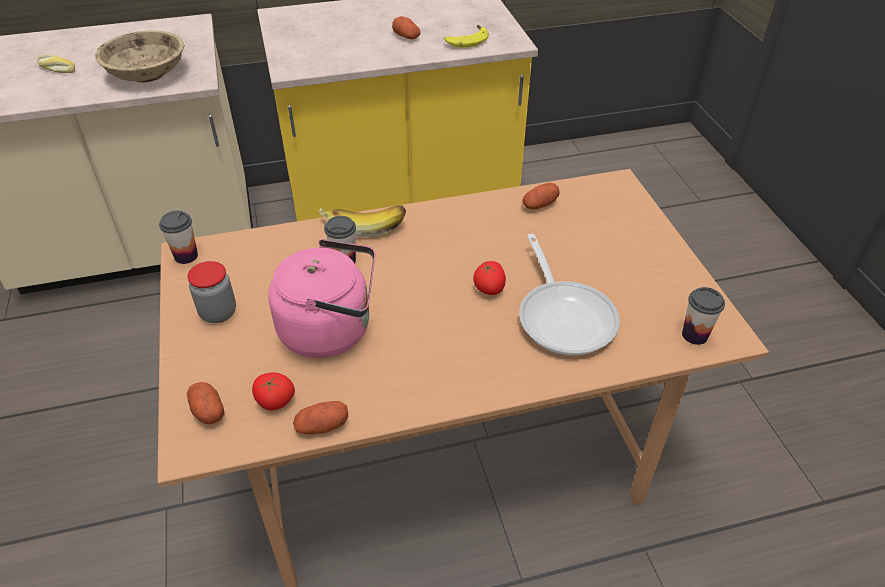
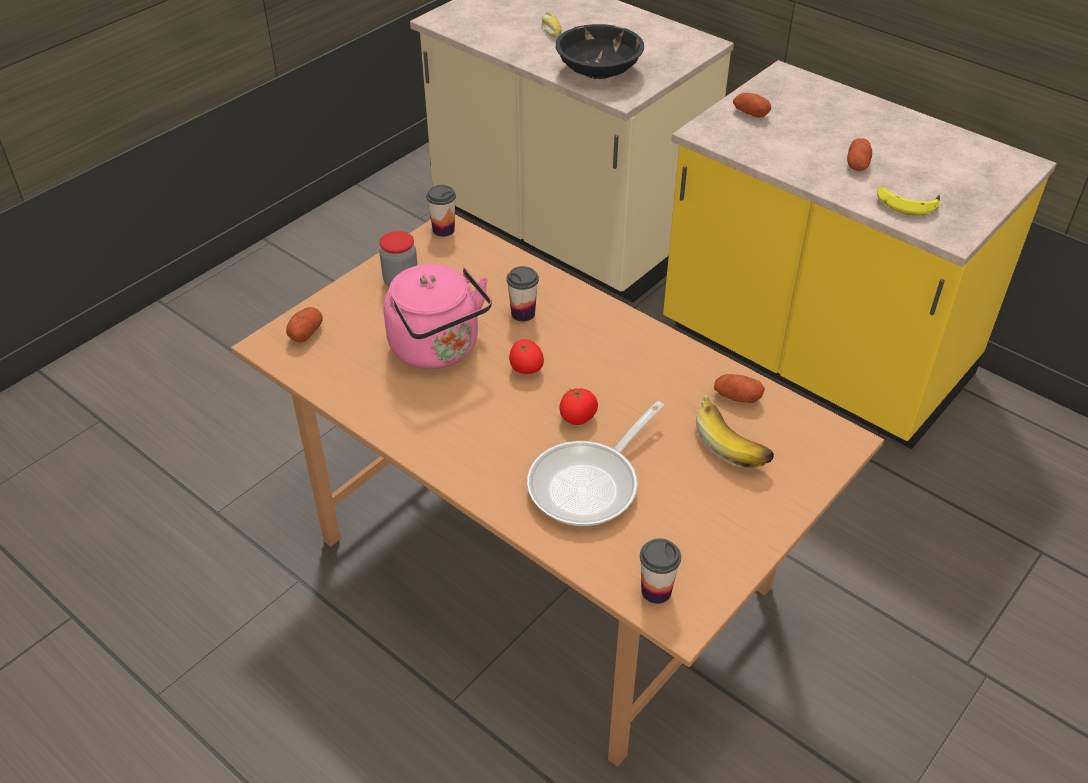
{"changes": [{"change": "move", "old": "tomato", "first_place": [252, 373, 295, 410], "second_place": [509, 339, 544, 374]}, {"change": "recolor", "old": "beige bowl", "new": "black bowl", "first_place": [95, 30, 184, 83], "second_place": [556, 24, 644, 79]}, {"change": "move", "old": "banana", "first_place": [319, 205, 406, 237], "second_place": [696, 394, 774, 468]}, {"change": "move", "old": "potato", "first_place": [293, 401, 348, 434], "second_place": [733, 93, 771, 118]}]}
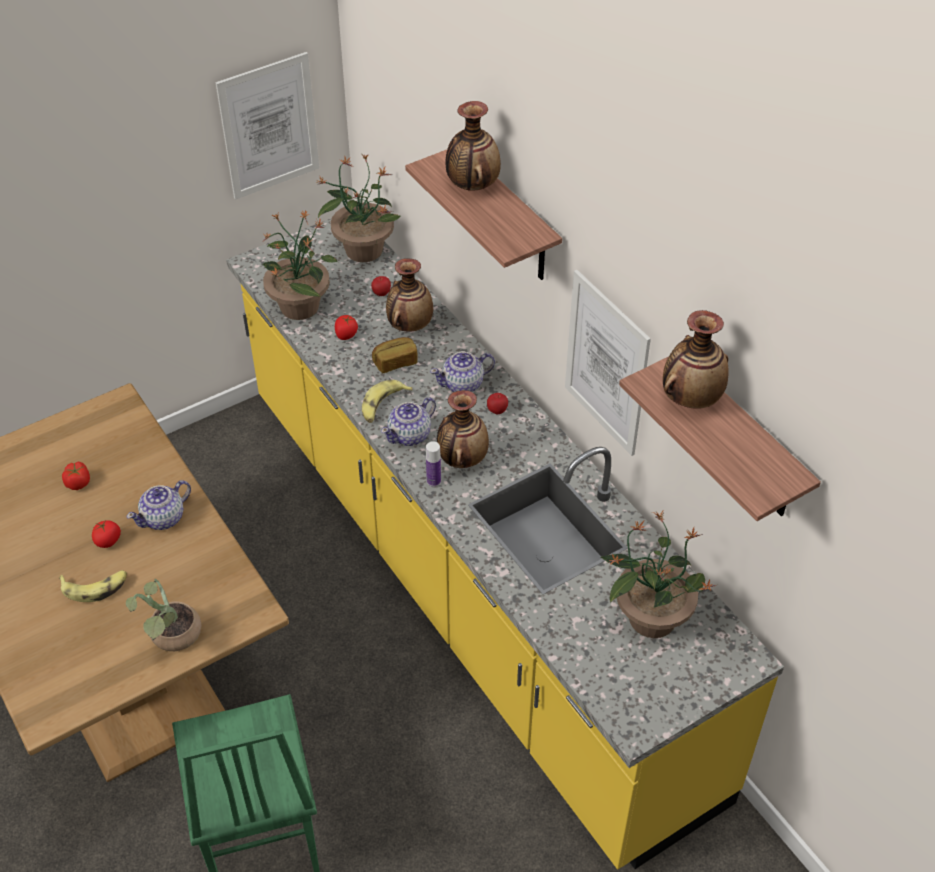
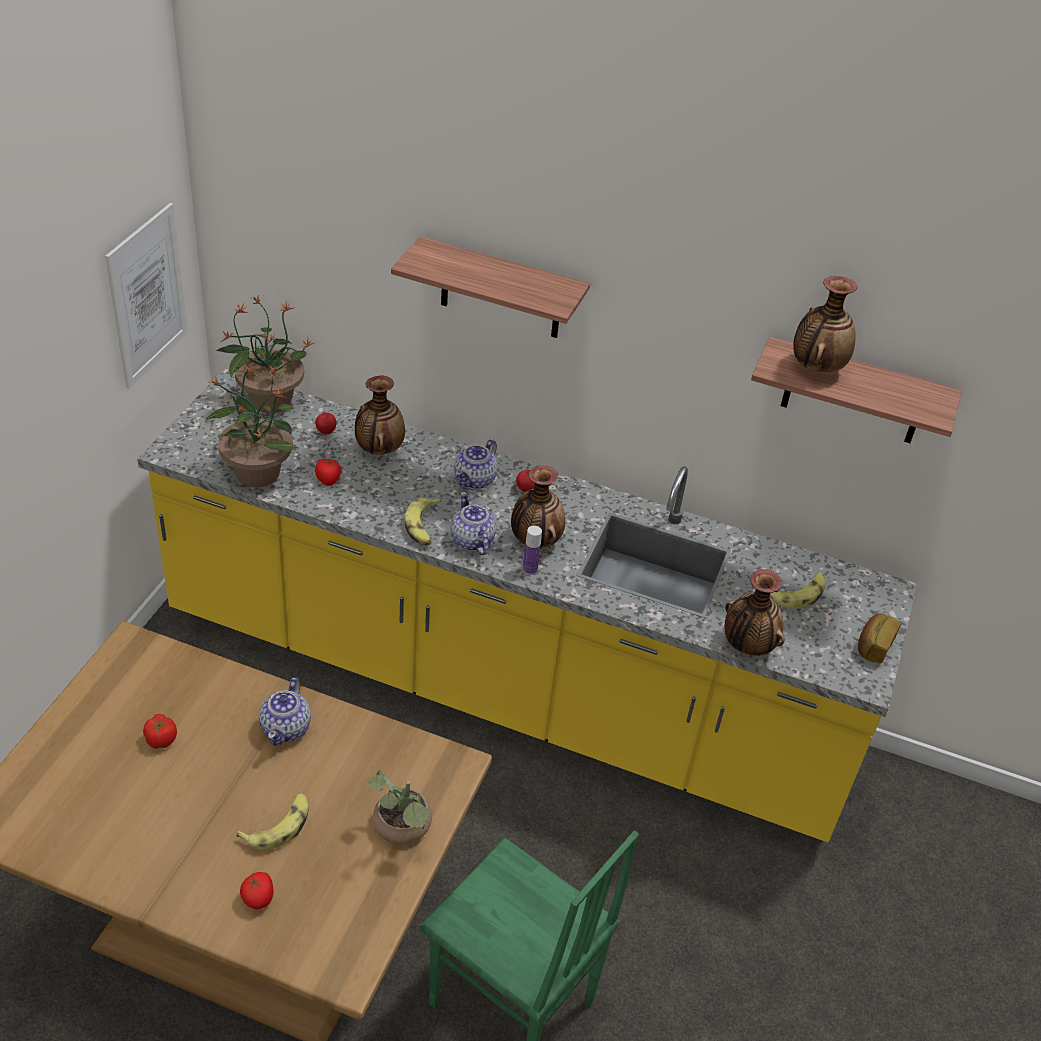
{"changes": [{"change": "move", "old": "tomato", "first_place": [92, 520, 121, 548], "second_place": [240, 872, 274, 909]}, {"change": "rotate", "old": "teapot", "first_place": [381, 397, 436, 446], "second_place": [451, 492, 497, 555], "degrees": 150}, {"change": "move", "old": "vase", "first_place": [446, 101, 501, 191], "second_place": [725, 569, 785, 656]}, {"change": "replace", "old": "potted plant", "new": "banana", "first_place": [601, 511, 716, 638], "second_place": [770, 574, 826, 608]}, {"change": "move", "old": "bread", "first_place": [372, 337, 417, 373], "second_place": [858, 613, 901, 663]}, {"change": "delete", "old": "picture", "first_place": [565, 270, 651, 456]}]}
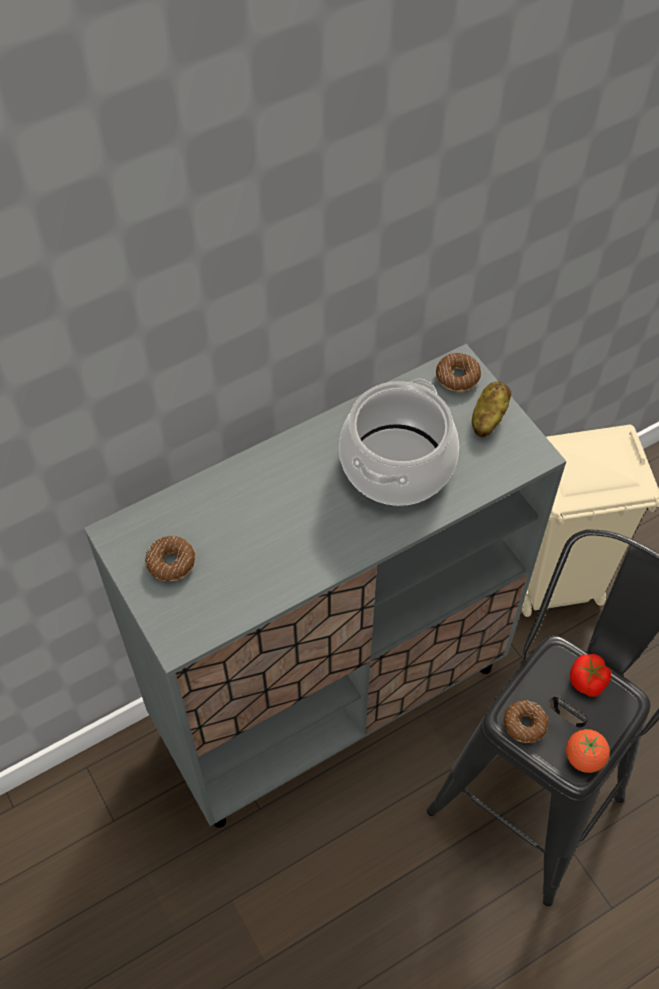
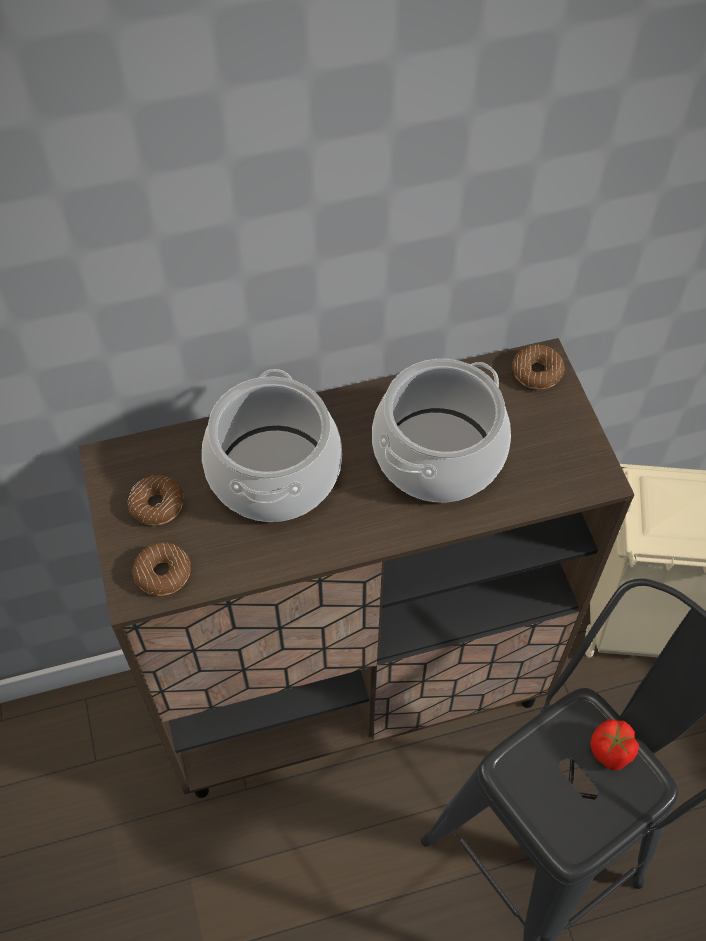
{"changes": [{"change": "recolor", "old": "grey cabinet", "new": "brown cabinet", "first_place": [84, 344, 566, 828], "second_place": [79, 338, 634, 798]}, {"change": "move", "old": "donut", "first_place": [504, 700, 548, 743], "second_place": [132, 543, 191, 596]}, {"change": "insert", "new": "cooking pot", "second_place": [202, 369, 342, 522]}, {"change": "delete", "old": "potato", "first_place": [472, 381, 511, 437]}, {"change": "delete", "old": "tomato", "first_place": [566, 729, 610, 773]}]}
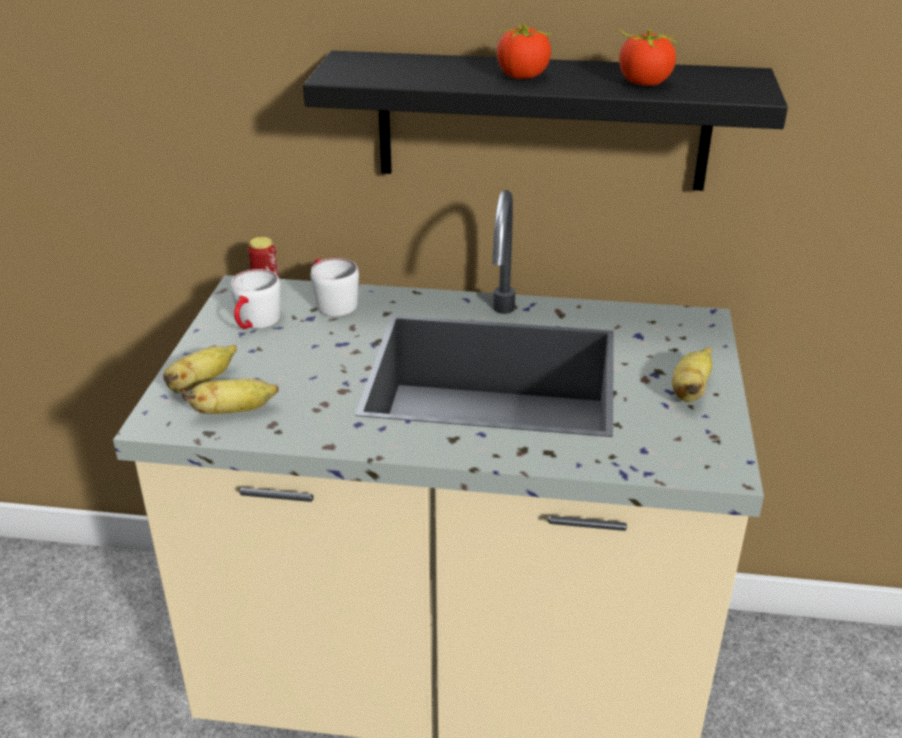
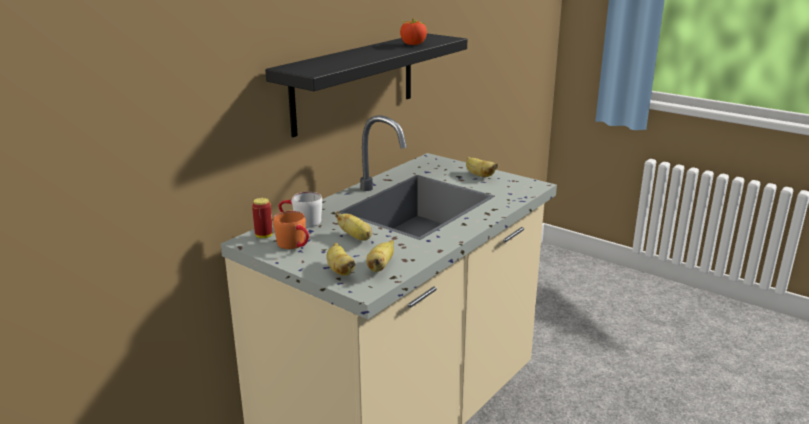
{"changes": [{"change": "recolor", "old": "white mug", "new": "orange mug", "first_place": [231, 269, 281, 329], "second_place": [273, 211, 309, 249]}, {"change": "insert", "new": "banana", "second_place": [335, 211, 372, 241]}, {"change": "delete", "old": "tomato", "first_place": [497, 24, 553, 79]}]}
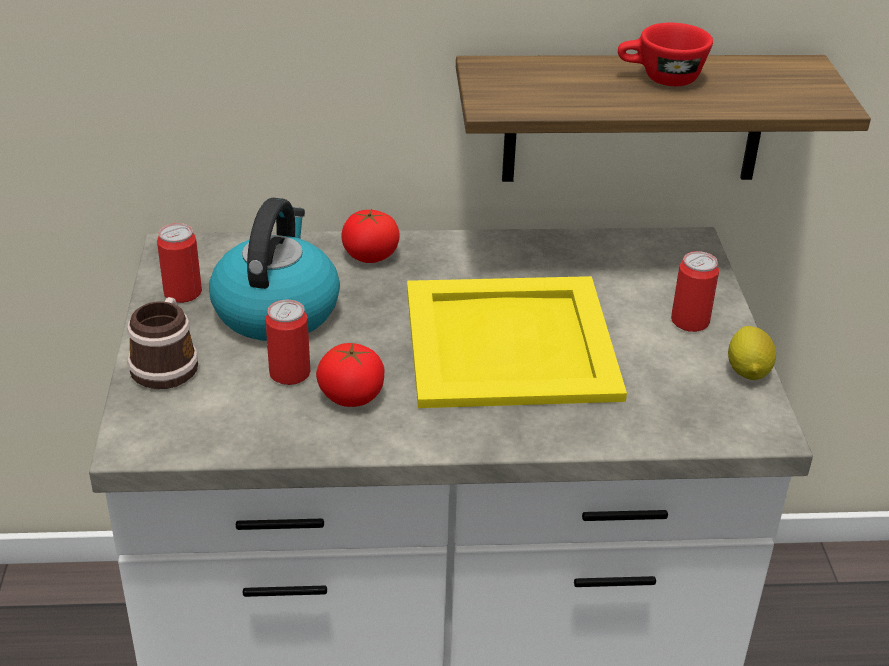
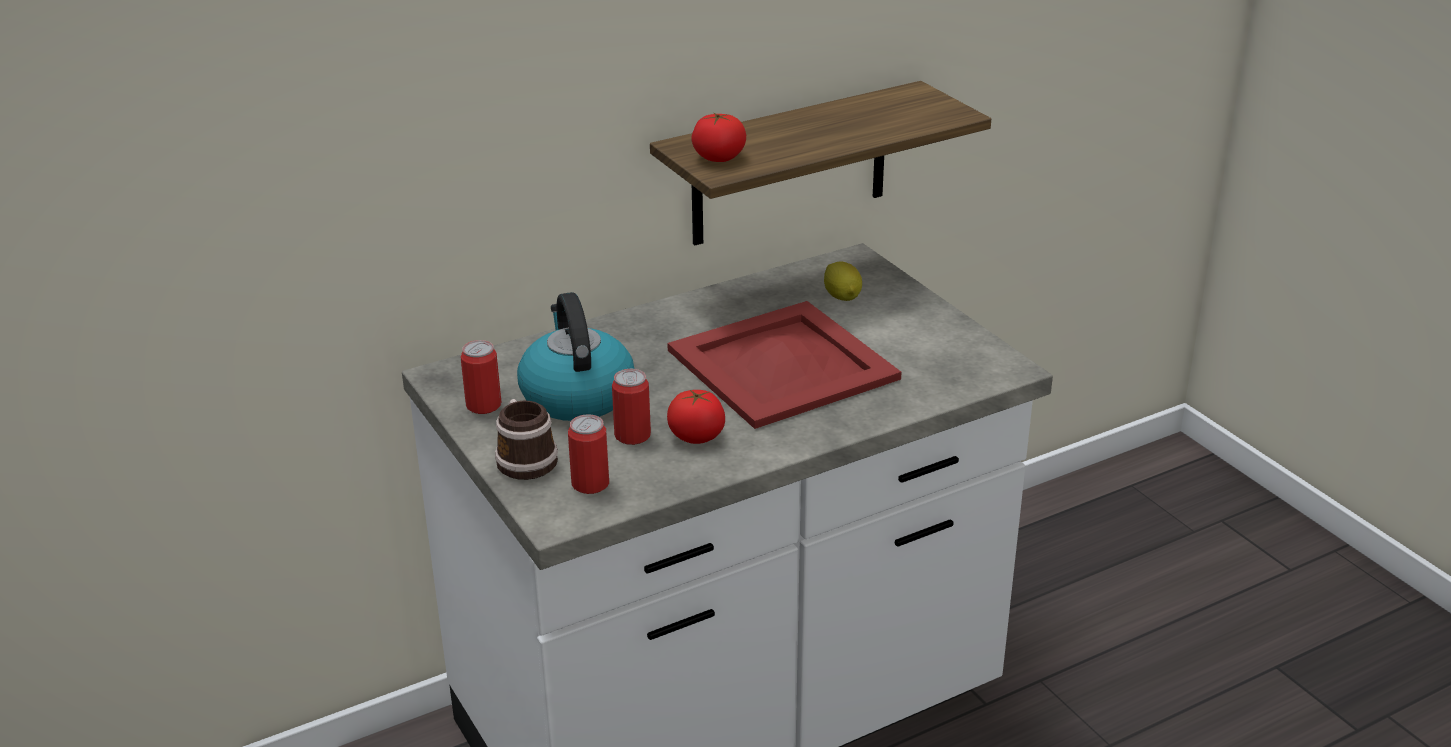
{"changes": [{"change": "move", "old": "can", "first_place": [671, 251, 719, 332], "second_place": [568, 415, 609, 494]}, {"change": "recolor", "old": "yellow tray", "new": "red tray", "first_place": [407, 276, 627, 408], "second_place": [667, 301, 901, 429]}, {"change": "move", "old": "tomato", "first_place": [342, 209, 400, 263], "second_place": [692, 112, 746, 162]}, {"change": "move", "old": "lemon", "first_place": [728, 326, 776, 380], "second_place": [824, 262, 862, 301]}, {"change": "delete", "old": "red cup", "first_place": [618, 23, 713, 86]}]}
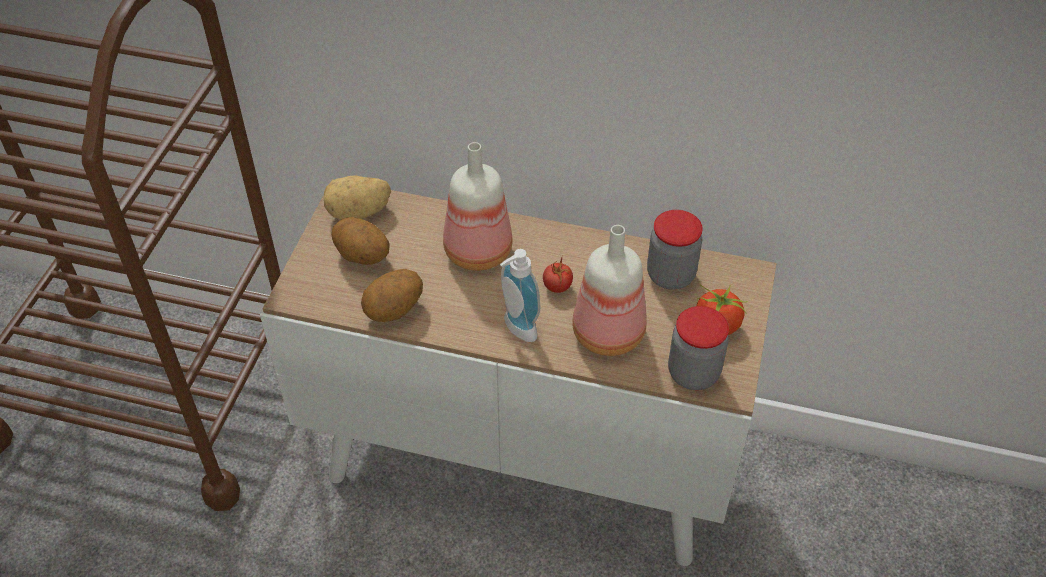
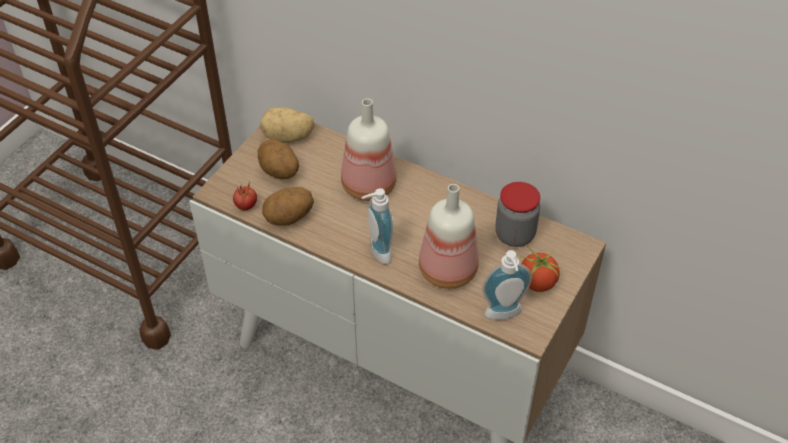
{"changes": [{"change": "move", "old": "tomato", "first_place": [543, 258, 573, 293], "second_place": [233, 182, 257, 210]}, {"change": "replace", "old": "jar", "new": "soap dispenser", "first_place": [668, 306, 729, 390], "second_place": [482, 250, 532, 320]}]}
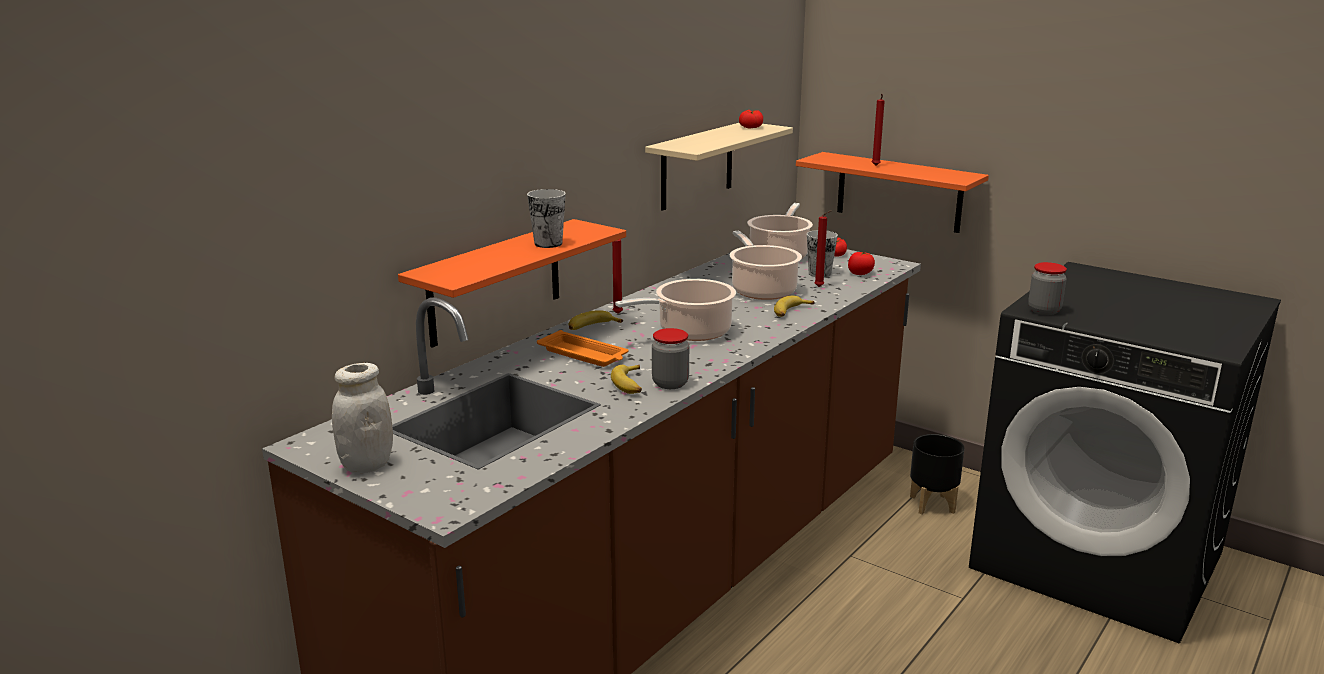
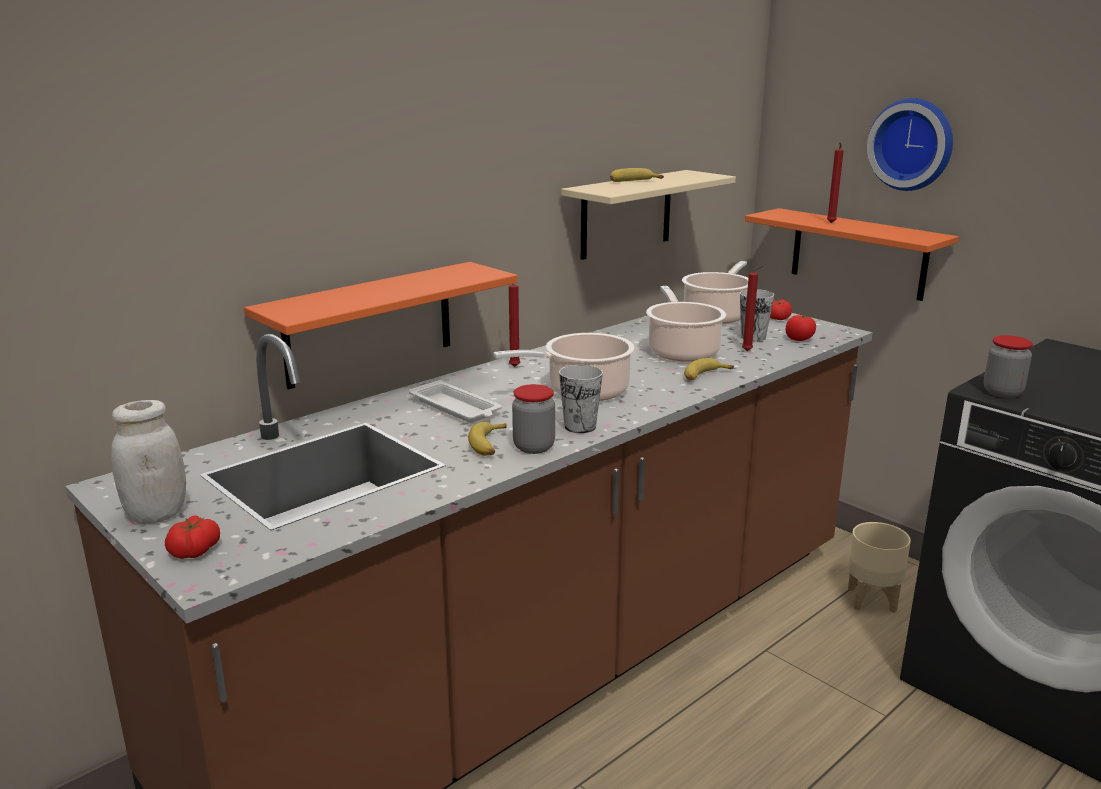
{"changes": [{"change": "move", "old": "tomato", "first_place": [739, 110, 763, 128], "second_place": [165, 515, 220, 559]}, {"change": "recolor", "old": "orange tray", "new": "white tray", "first_place": [537, 330, 628, 367], "second_place": [409, 380, 502, 423]}, {"change": "move", "old": "cup", "first_place": [527, 189, 566, 248], "second_place": [559, 365, 603, 433]}, {"change": "move", "old": "banana", "first_place": [568, 310, 623, 330], "second_place": [610, 168, 664, 182]}, {"change": "recolor", "old": "black planter", "new": "beige planter", "first_place": [910, 434, 964, 515], "second_place": [848, 522, 911, 613]}, {"change": "insert", "new": "wall clock", "second_place": [867, 98, 953, 191]}]}
